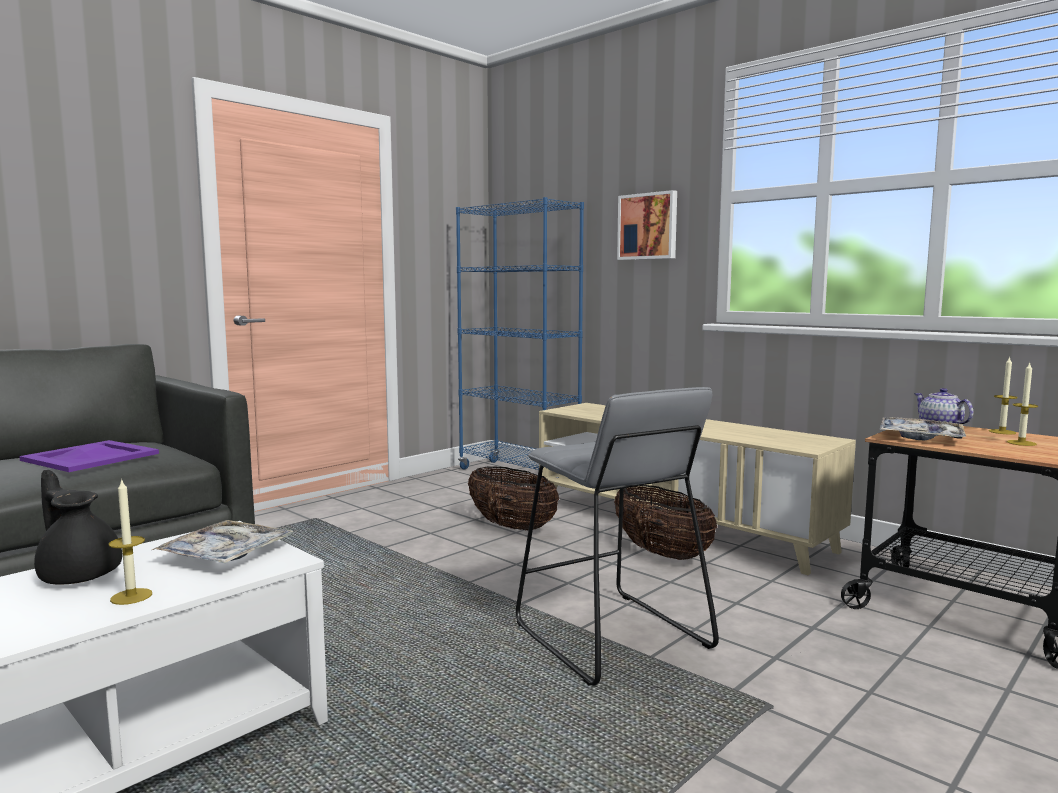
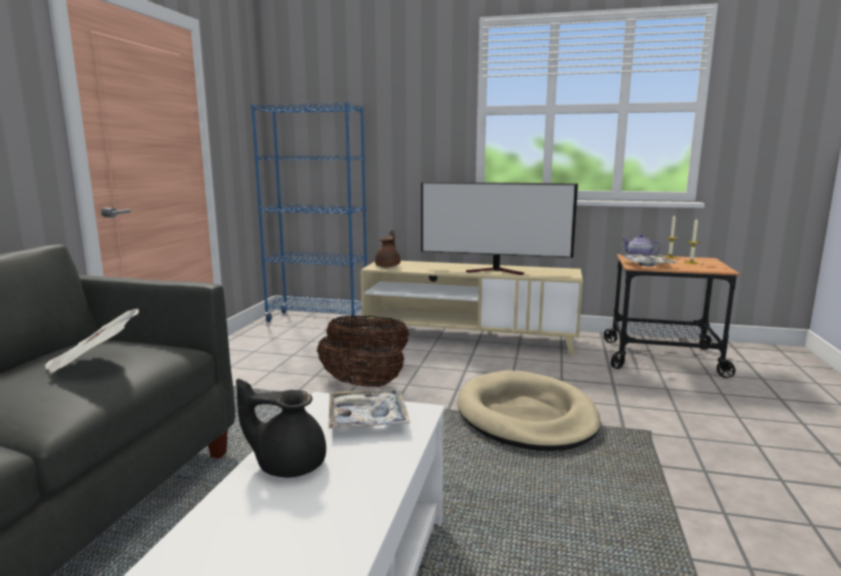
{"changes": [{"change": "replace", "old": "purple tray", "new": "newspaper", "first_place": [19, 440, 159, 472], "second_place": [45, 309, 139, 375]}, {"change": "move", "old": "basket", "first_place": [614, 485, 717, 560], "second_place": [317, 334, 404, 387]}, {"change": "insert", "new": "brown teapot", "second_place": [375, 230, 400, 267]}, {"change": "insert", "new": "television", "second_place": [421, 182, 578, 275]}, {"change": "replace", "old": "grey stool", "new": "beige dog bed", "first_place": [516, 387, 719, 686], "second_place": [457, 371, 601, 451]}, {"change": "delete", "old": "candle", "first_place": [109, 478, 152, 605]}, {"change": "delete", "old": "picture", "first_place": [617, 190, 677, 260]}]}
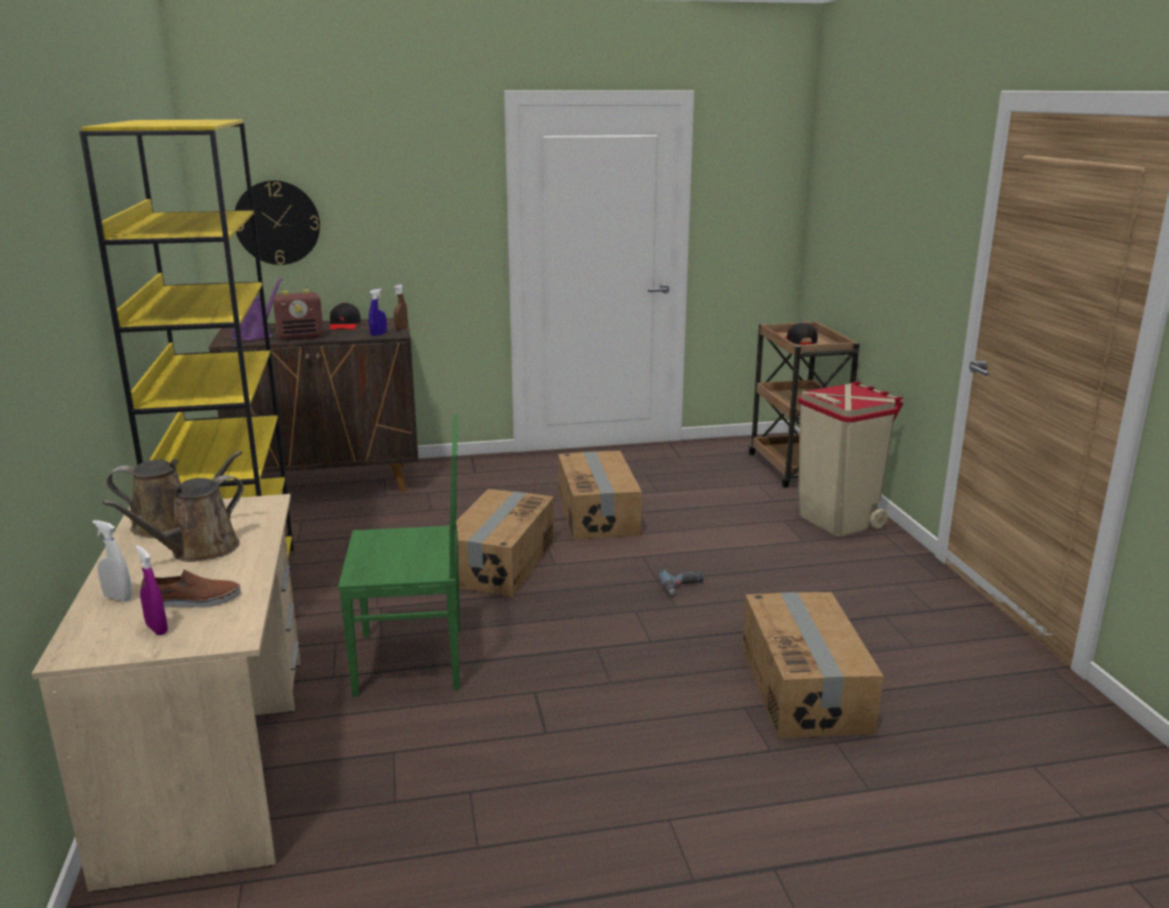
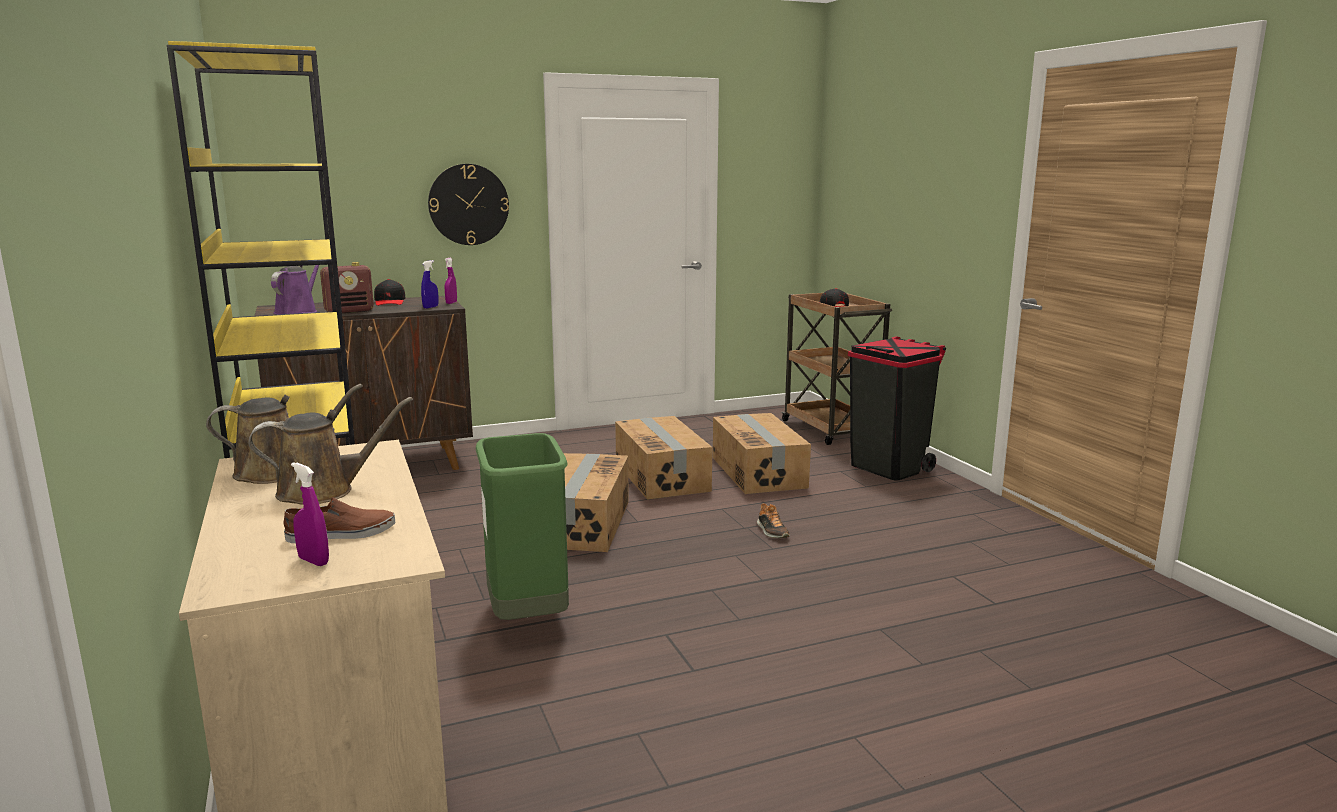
{"changes": [{"change": "rotate", "old": "brown watering can", "first_place": [102, 475, 244, 562], "second_place": [248, 397, 413, 505], "degrees": -135}, {"change": "move", "old": "wall clock", "first_place": [235, 180, 320, 265], "second_place": [428, 164, 509, 245]}, {"change": "recolor", "old": "brown spray bottle", "new": "purple spray bottle", "first_place": [394, 284, 408, 330], "second_place": [445, 258, 457, 304]}, {"change": "replace", "old": "green chair", "new": "green trash can", "first_place": [338, 415, 460, 697], "second_place": [476, 433, 569, 620]}, {"change": "move", "old": "cardboard box", "first_place": [742, 592, 884, 738], "second_place": [713, 413, 811, 494]}, {"change": "replace", "old": "power drill", "new": "shoe", "first_place": [658, 569, 704, 595], "second_place": [757, 503, 790, 538]}, {"change": "recolor", "old": "beige trash can", "new": "black trash can", "first_place": [798, 382, 904, 536], "second_place": [848, 336, 946, 480]}, {"change": "delete", "old": "white spray bottle", "first_place": [92, 520, 132, 602]}]}
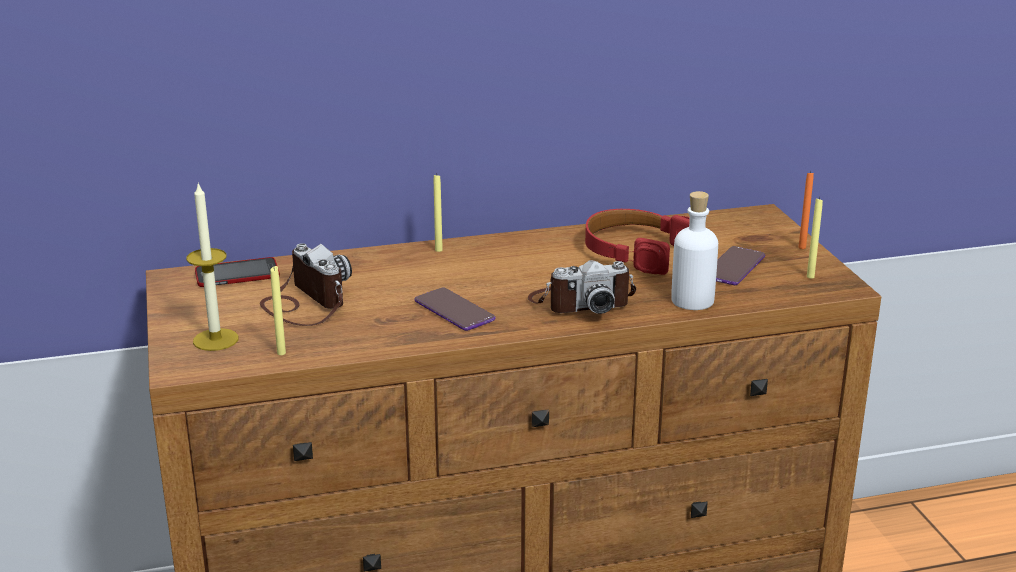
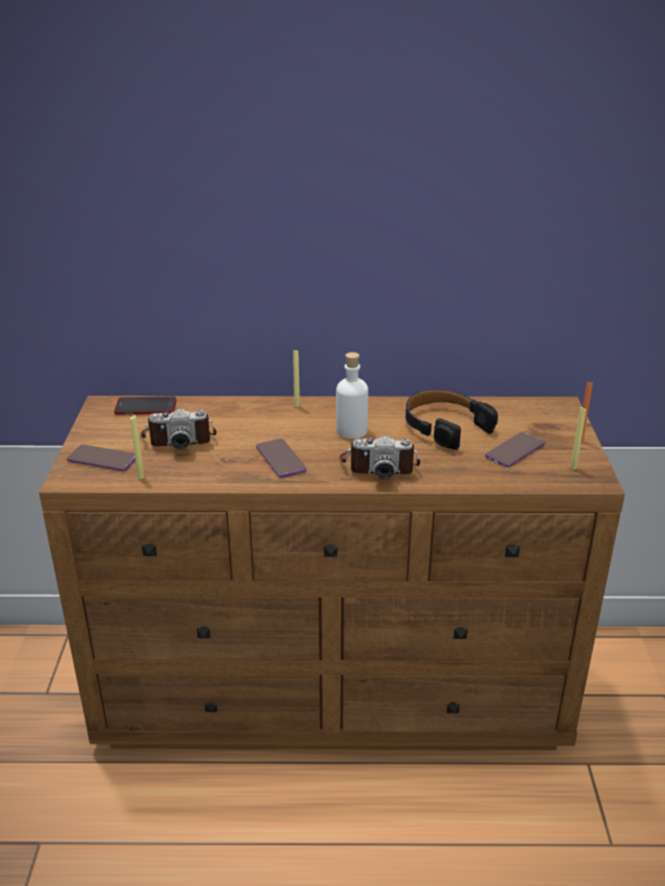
{"changes": [{"change": "replace", "old": "candle", "new": "phone", "first_place": [186, 182, 239, 351], "second_place": [67, 445, 136, 471]}, {"change": "rotate", "old": "photo camera", "first_place": [260, 243, 352, 326], "second_place": [141, 408, 217, 450], "degrees": 105}, {"change": "move", "old": "white bottle", "first_place": [671, 191, 718, 310], "second_place": [336, 352, 368, 439]}, {"change": "recolor", "old": "red headphones", "new": "black headphones", "first_place": [585, 209, 690, 275], "second_place": [405, 389, 498, 450]}]}
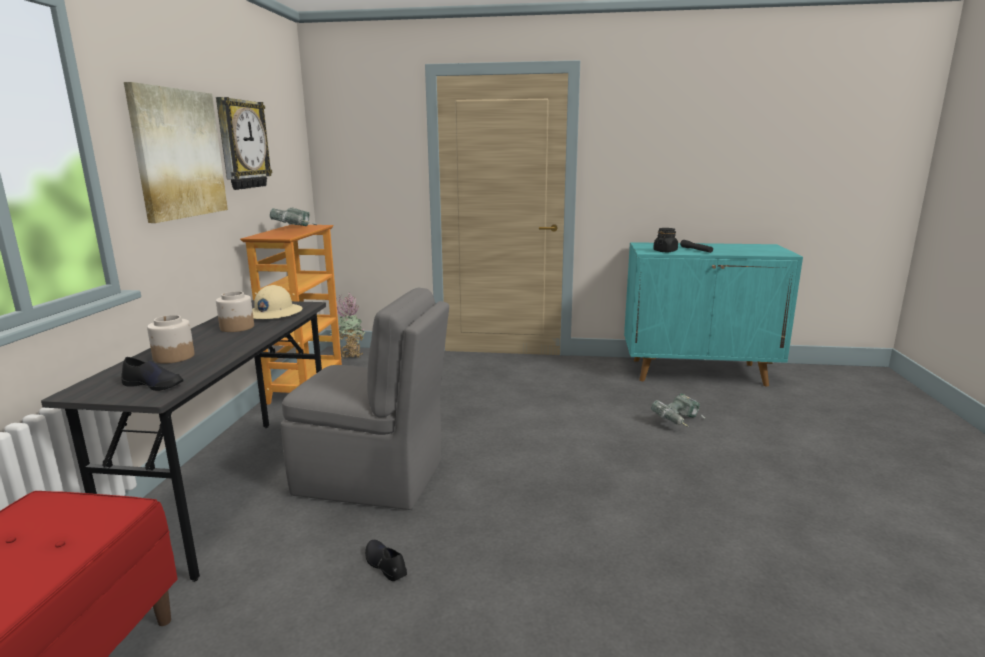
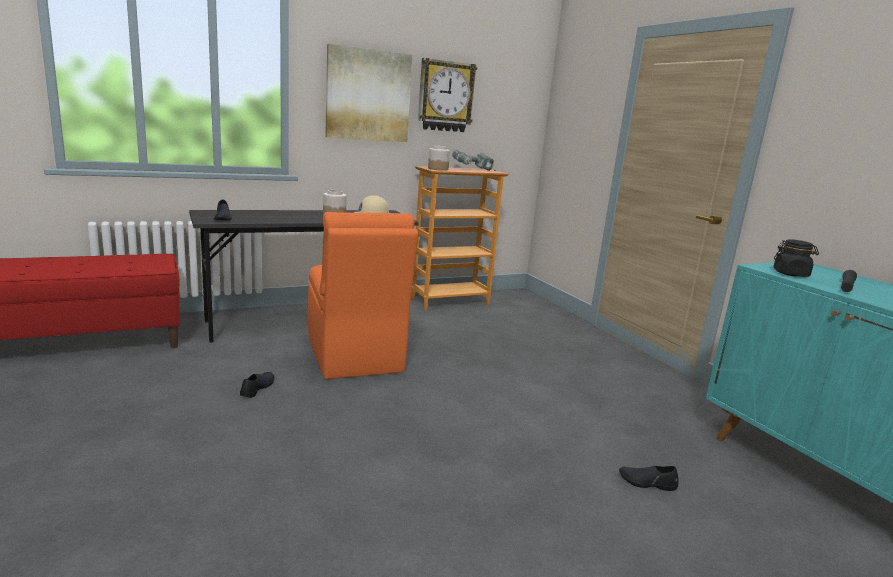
{"changes": [{"change": "recolor", "old": "grey chair", "new": "orange chair", "first_place": [281, 288, 449, 510], "second_place": [308, 212, 418, 379]}, {"change": "move", "old": "jar", "first_place": [147, 315, 195, 364], "second_place": [428, 146, 450, 171]}, {"change": "replace", "old": "power drill", "new": "black shoe", "first_place": [651, 394, 705, 427], "second_place": [619, 466, 679, 491]}, {"change": "delete", "old": "potted plant", "first_place": [330, 294, 365, 359]}]}
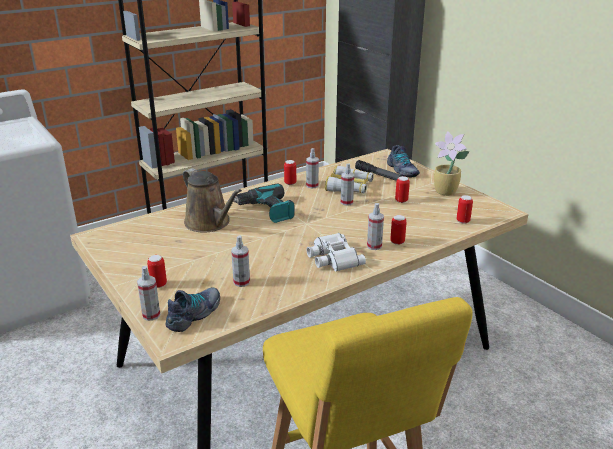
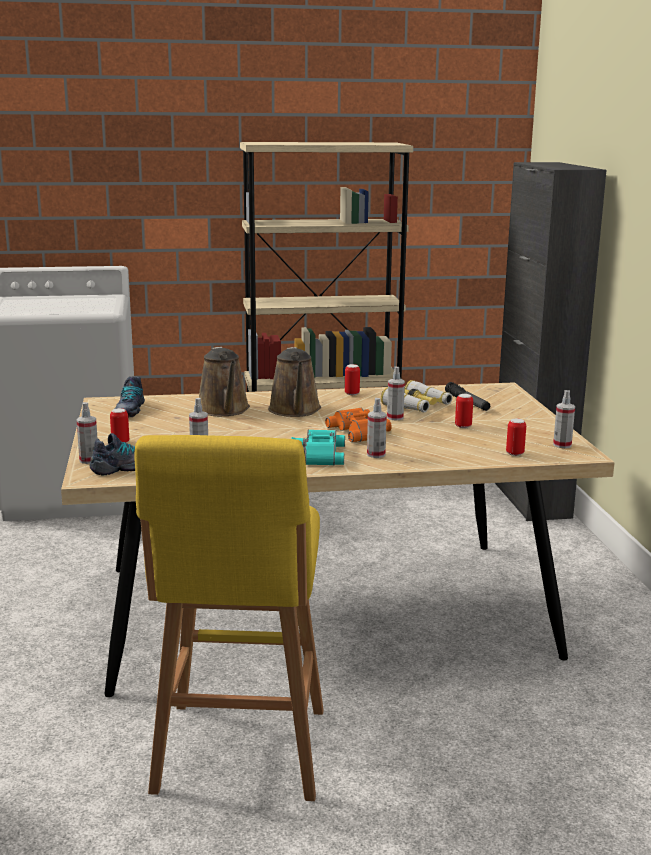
{"changes": [{"change": "move", "old": "shoe", "first_place": [387, 145, 420, 178], "second_place": [114, 377, 145, 418]}, {"change": "replace", "old": "power drill", "new": "brown watering can", "first_place": [233, 183, 295, 223], "second_place": [268, 347, 321, 417]}, {"change": "recolor", "old": "white binoculars", "new": "turquoise binoculars", "first_place": [307, 233, 366, 272], "second_place": [291, 430, 345, 465]}, {"change": "insert", "new": "orange binoculars", "second_place": [325, 408, 392, 442]}, {"change": "move", "old": "spray bottle", "first_place": [306, 148, 319, 188], "second_place": [553, 390, 575, 448]}, {"change": "delete", "old": "can", "first_place": [390, 215, 407, 245]}, {"change": "delete", "old": "potted plant", "first_place": [434, 132, 469, 196]}]}
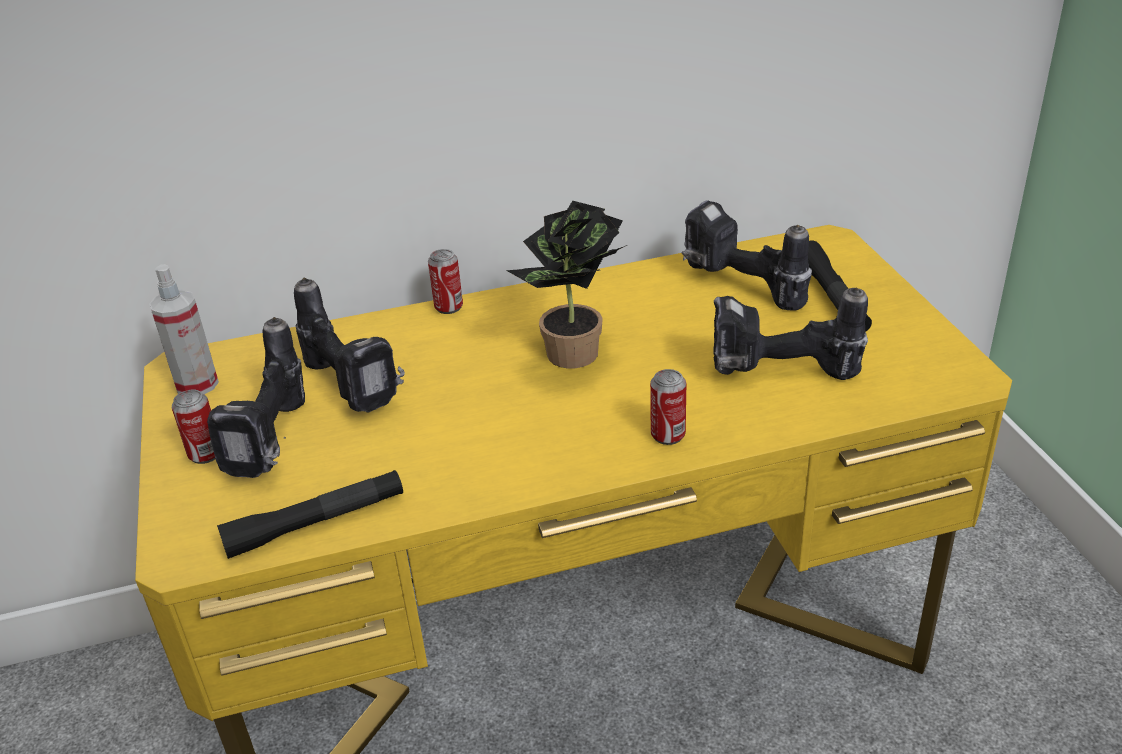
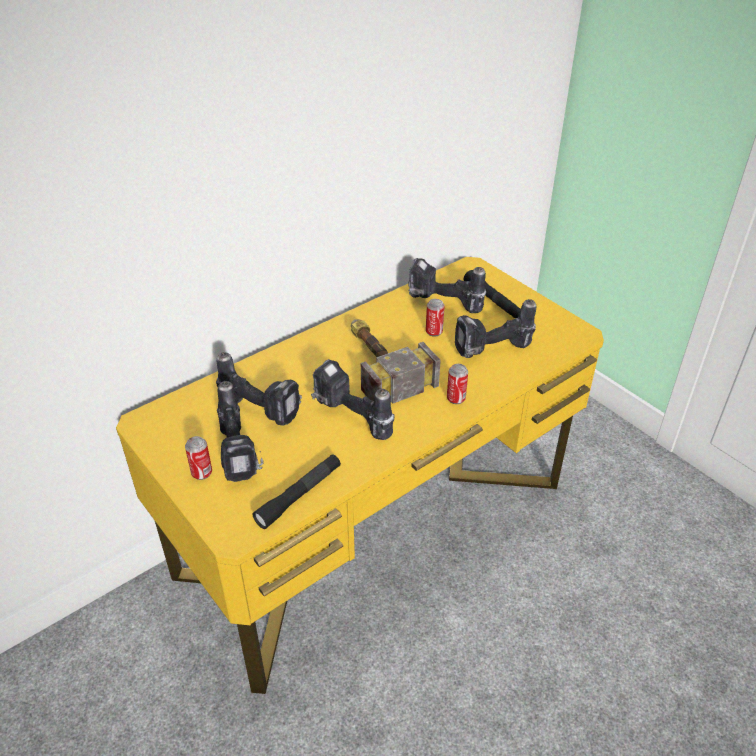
{"changes": [{"change": "insert", "new": "power drill", "second_place": [311, 359, 395, 440]}, {"change": "replace", "old": "potted plant", "new": "hammer", "first_place": [506, 201, 627, 368], "second_place": [351, 319, 441, 404]}, {"change": "move", "old": "can", "first_place": [428, 249, 463, 314], "second_place": [426, 299, 445, 337]}, {"change": "delete", "old": "spray bottle", "first_place": [149, 264, 219, 394]}]}
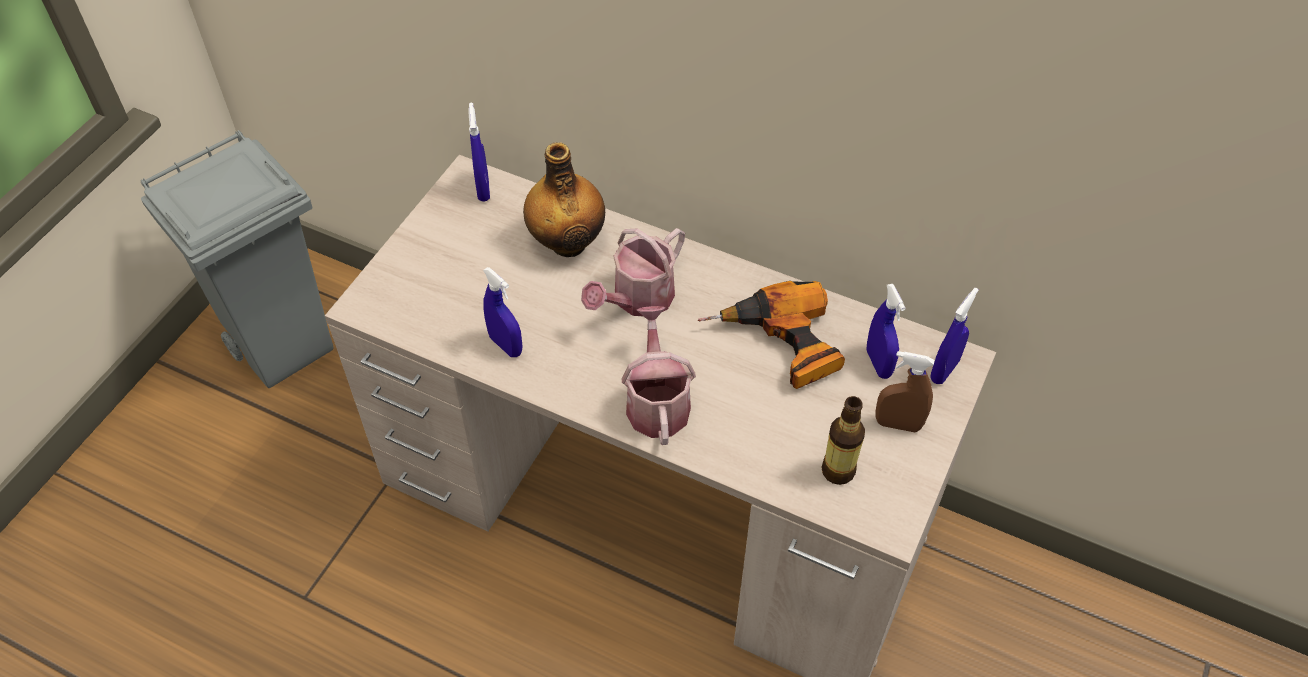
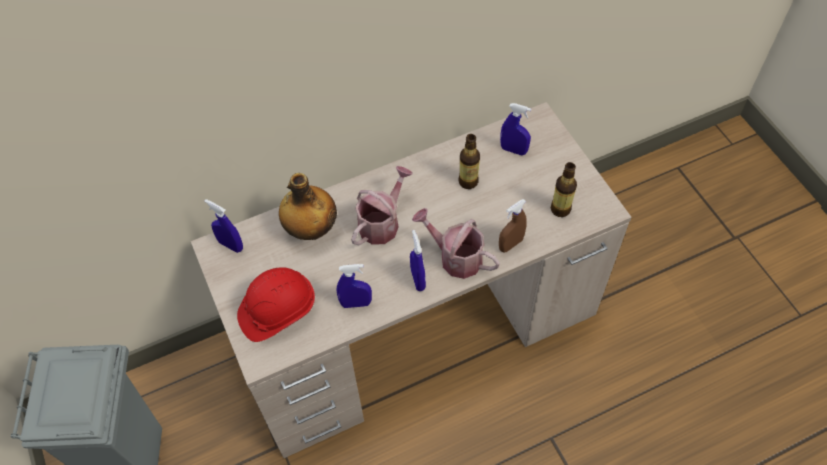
{"changes": [{"change": "insert", "new": "red hard hat", "second_place": [237, 267, 315, 342]}, {"change": "rotate", "old": "watering can", "first_place": [581, 228, 685, 317], "second_place": [351, 166, 413, 245], "degrees": -135}, {"change": "move", "old": "blue spray bottle", "first_place": [930, 288, 978, 384], "second_place": [410, 230, 426, 291]}, {"change": "replace", "old": "power drill", "new": "bottle", "first_place": [698, 281, 845, 389], "second_place": [458, 134, 480, 189]}, {"change": "move", "old": "brown spray bottle", "first_place": [876, 351, 934, 432], "second_place": [499, 199, 527, 252]}]}
